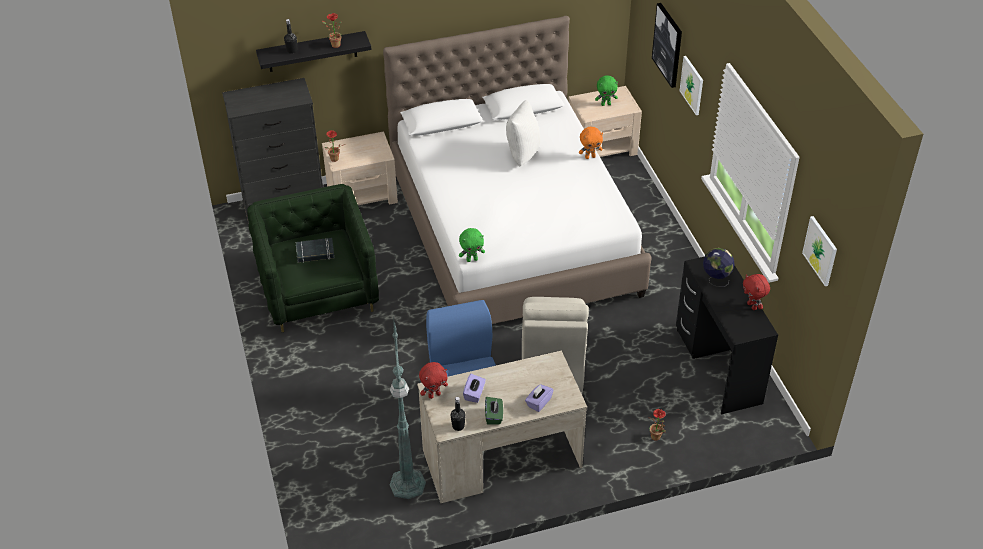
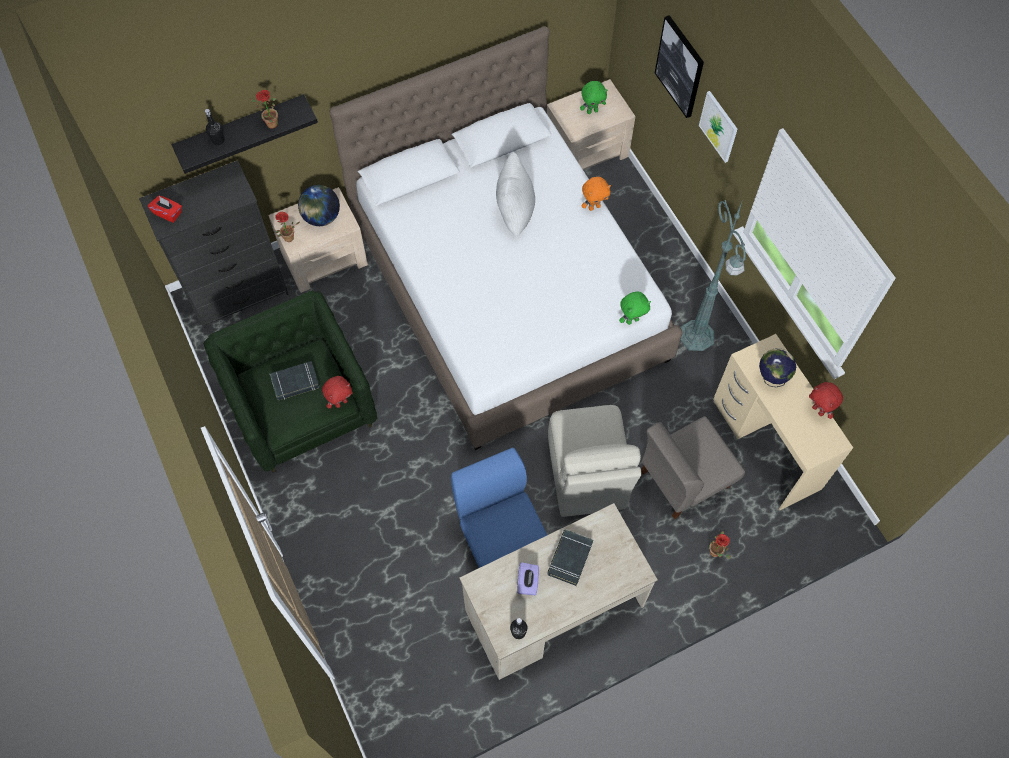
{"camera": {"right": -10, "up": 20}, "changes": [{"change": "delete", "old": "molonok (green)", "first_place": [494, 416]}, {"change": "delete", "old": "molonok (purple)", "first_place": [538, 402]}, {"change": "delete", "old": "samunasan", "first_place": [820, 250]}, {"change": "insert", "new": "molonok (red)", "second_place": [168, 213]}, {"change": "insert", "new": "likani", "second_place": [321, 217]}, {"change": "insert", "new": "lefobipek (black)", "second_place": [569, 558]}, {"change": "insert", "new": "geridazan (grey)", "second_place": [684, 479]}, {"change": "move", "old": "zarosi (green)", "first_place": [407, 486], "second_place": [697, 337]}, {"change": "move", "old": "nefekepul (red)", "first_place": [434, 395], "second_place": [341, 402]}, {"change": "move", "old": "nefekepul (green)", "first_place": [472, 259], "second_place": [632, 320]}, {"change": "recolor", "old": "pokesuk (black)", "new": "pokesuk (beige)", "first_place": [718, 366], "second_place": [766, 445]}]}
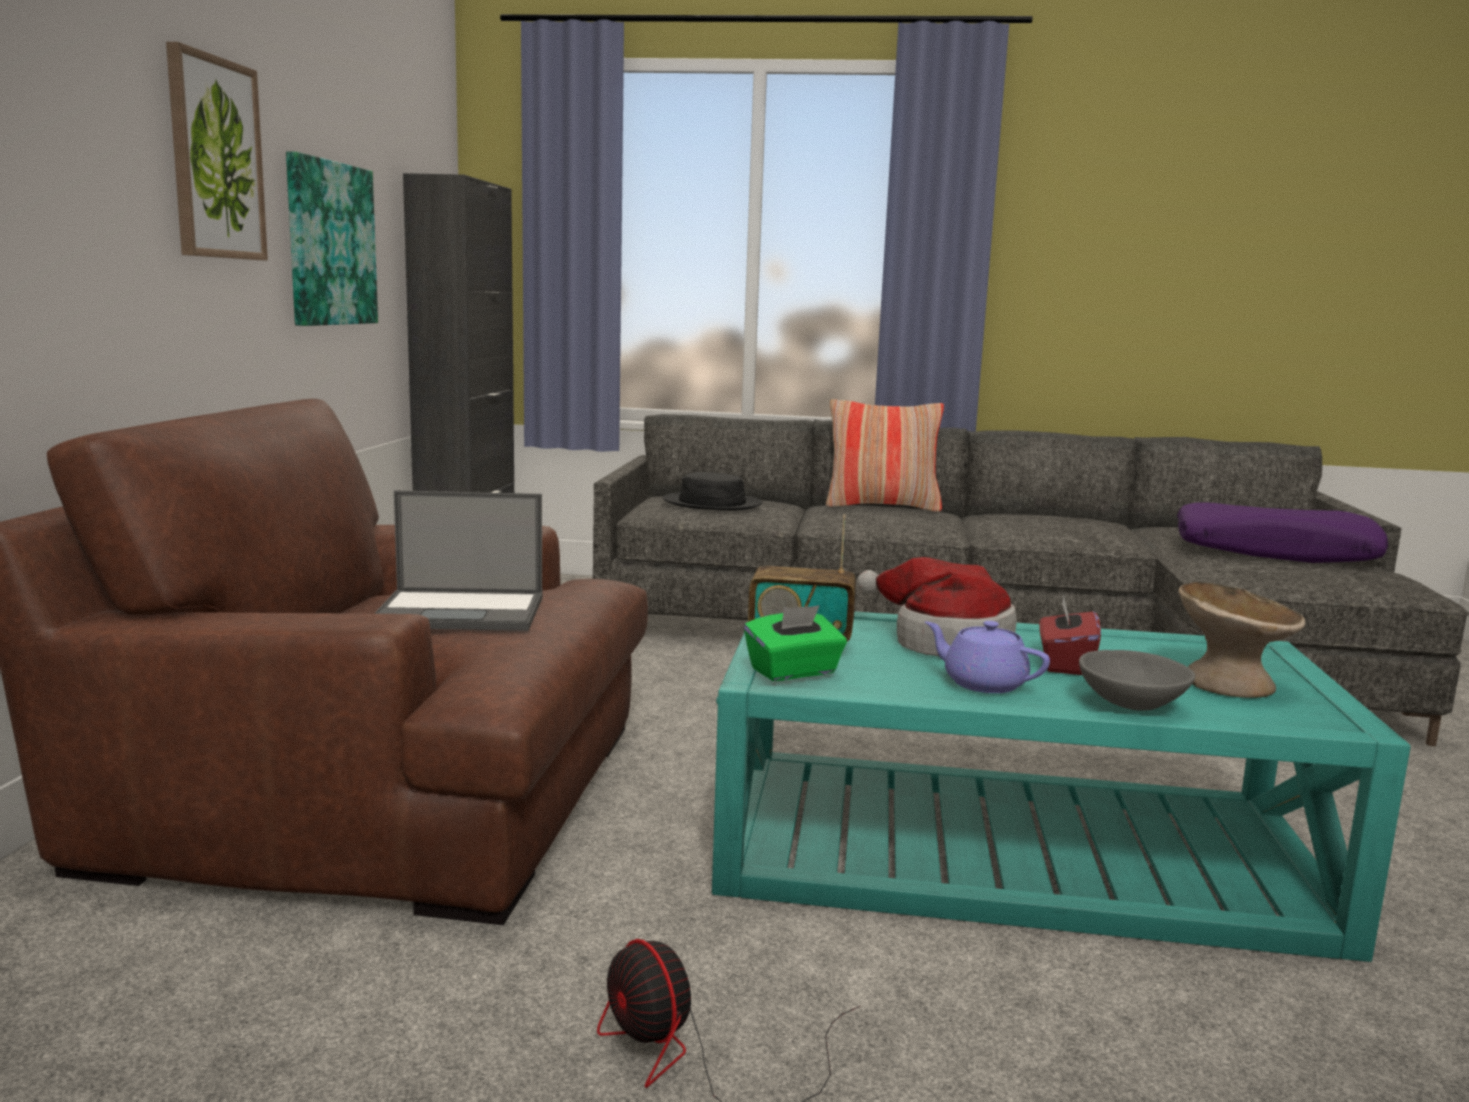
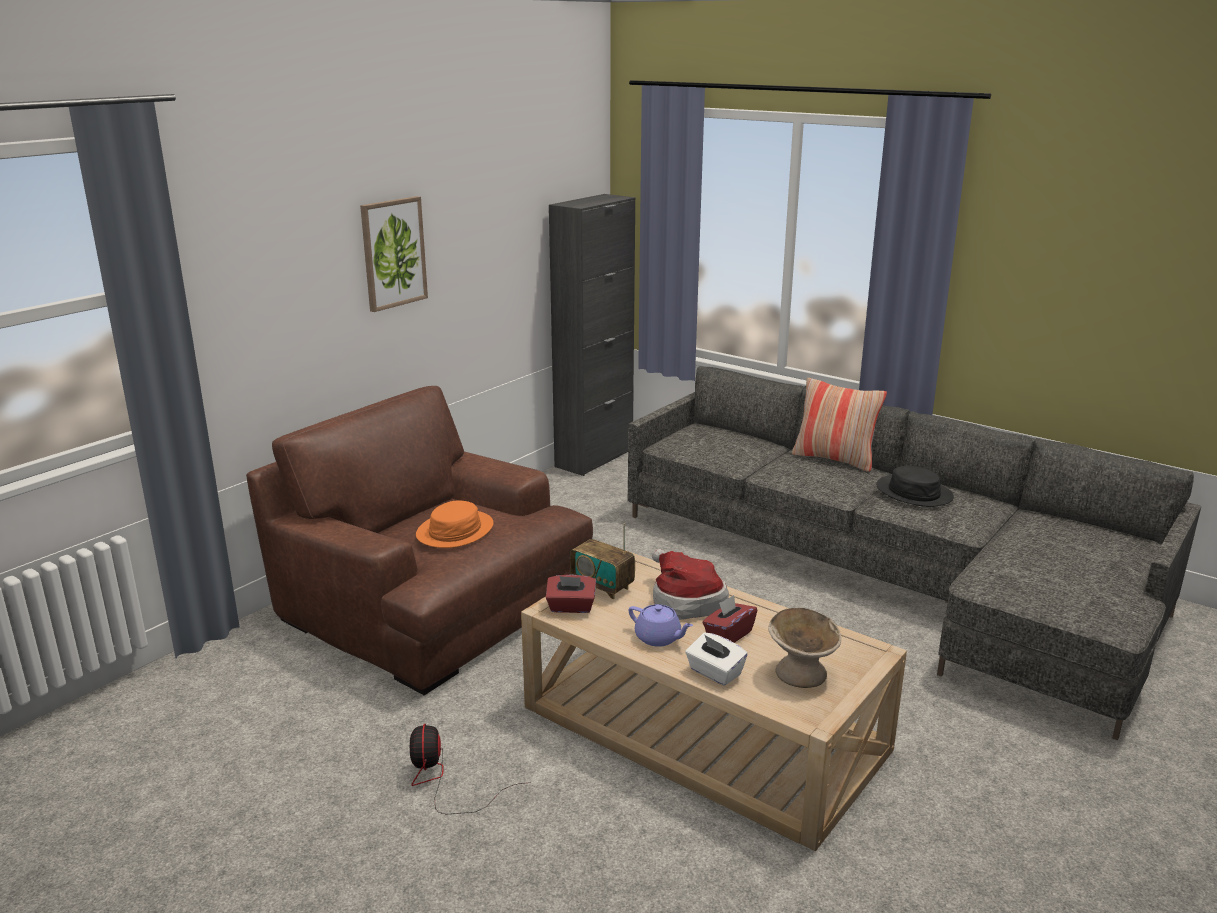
{"camera": {"right": 30, "up": 10}, "changes": [{"change": "delete", "old": "samunasan", "first_place": [329, 244]}, {"change": "delete", "old": "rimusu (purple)", "first_place": [1274, 552]}, {"change": "move", "old": "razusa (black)", "first_place": [712, 503], "second_place": [914, 492]}, {"change": "replace", "old": "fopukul", "new": "razusa (orange)", "first_place": [462, 612], "second_place": [455, 531]}, {"change": "replace", "old": "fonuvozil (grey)", "new": "molonok (white)", "first_place": [1132, 703], "second_place": [714, 673]}, {"change": "recolor", "old": "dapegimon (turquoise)", "new": "dapegimon (beige)", "first_place": [1012, 849], "second_place": [704, 727]}, {"change": "recolor", "old": "molonok (green)", "new": "molonok (red)", "first_place": [794, 672], "second_place": [571, 607]}, {"change": "rotate", "old": "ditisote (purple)", "first_place": [982, 683], "second_place": [659, 638], "degrees": 150}]}
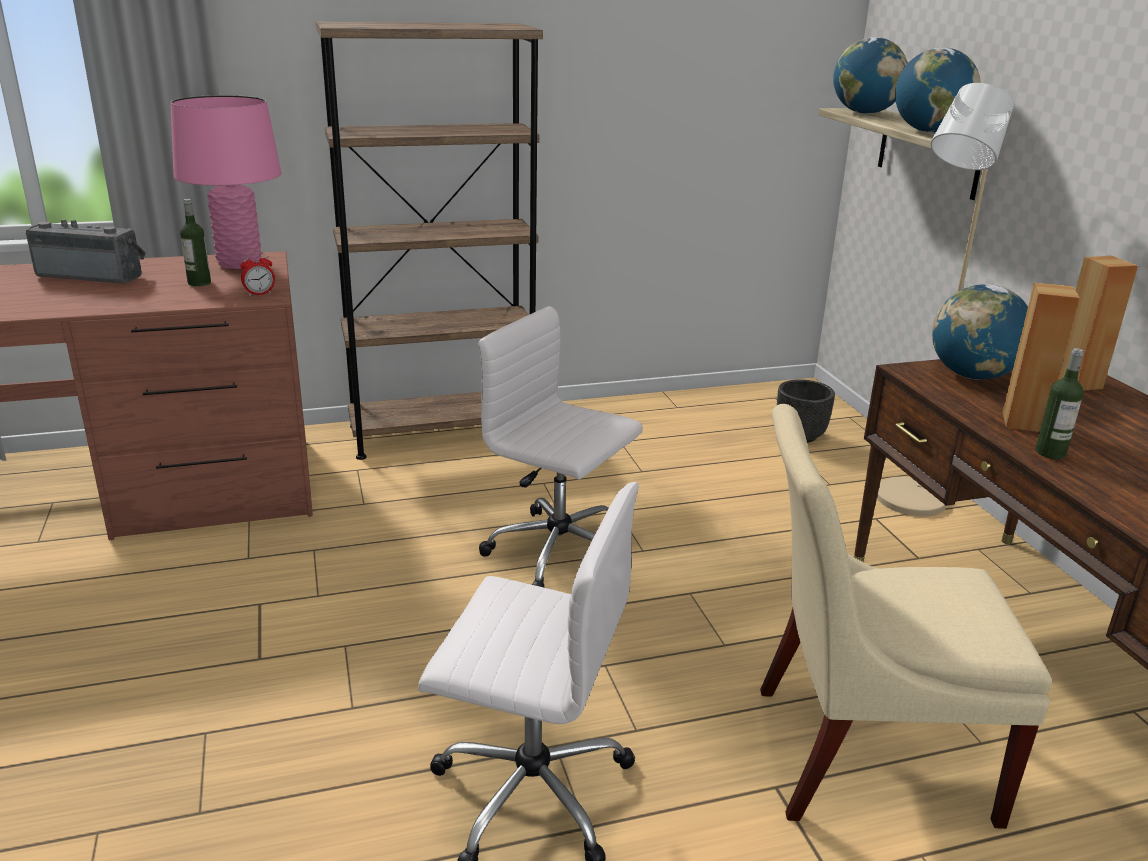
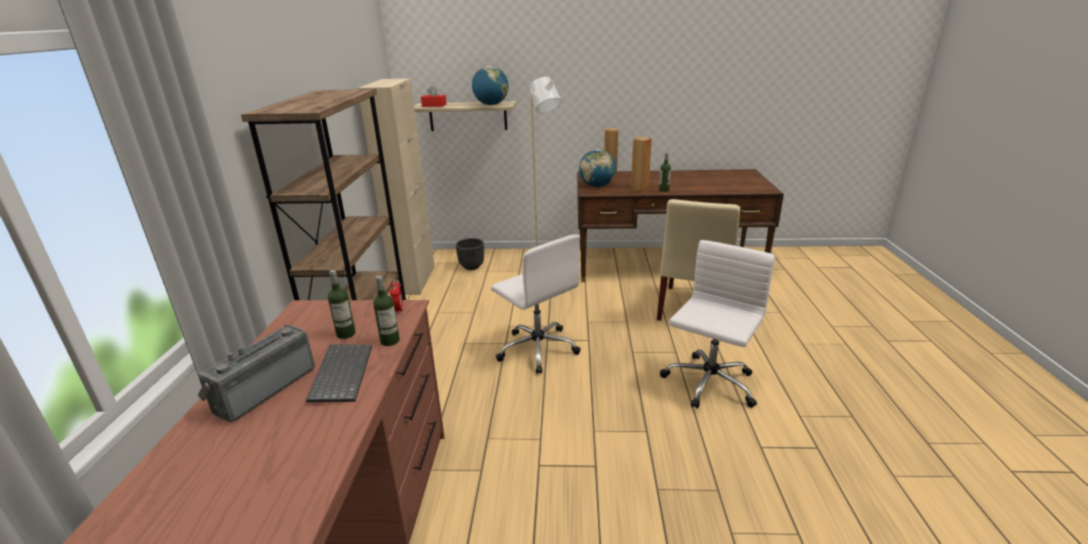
{"camera": {"right": -70, "up": 0}, "changes": [{"change": "delete", "old": "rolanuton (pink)", "first_place": [240, 263]}, {"change": "insert", "new": "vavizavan", "second_place": [340, 373]}, {"change": "insert", "new": "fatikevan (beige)", "second_place": [414, 280]}, {"change": "insert", "new": "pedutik", "second_place": [390, 341]}, {"change": "replace", "old": "likani", "new": "molonok (red)", "first_place": [864, 113], "second_place": [434, 105]}, {"change": "rotate", "old": "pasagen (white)", "first_place": [560, 552], "second_place": [537, 349], "degrees": -90}]}
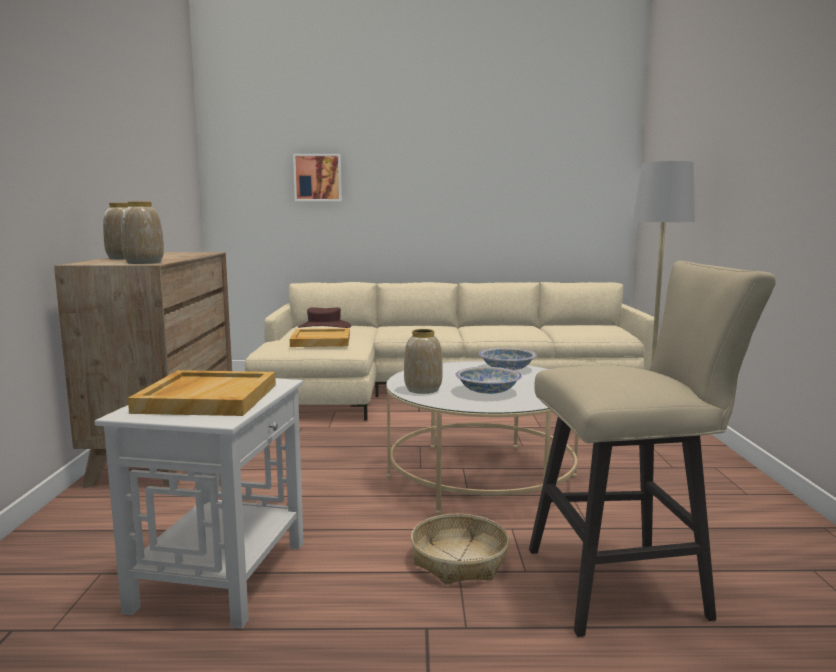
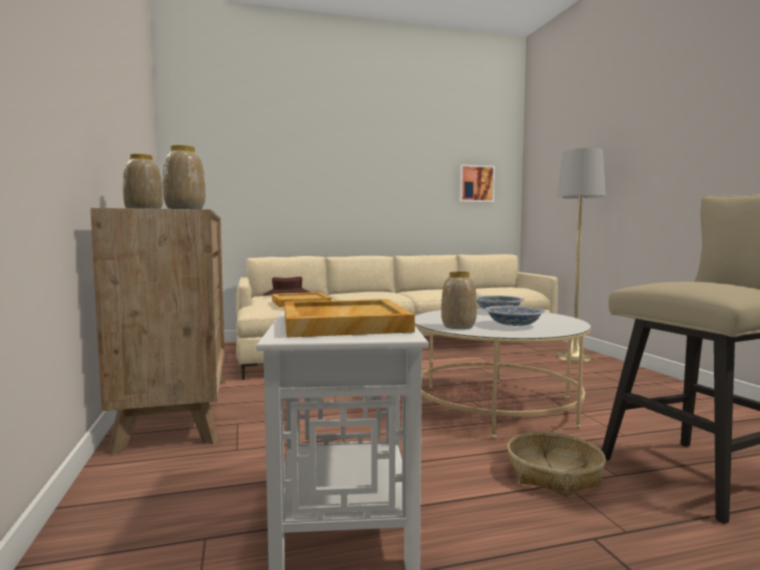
{"camera": {"right": -15, "up": -5}, "changes": [{"change": "move", "old": "samunasan", "first_place": [318, 177], "second_place": [475, 184]}]}
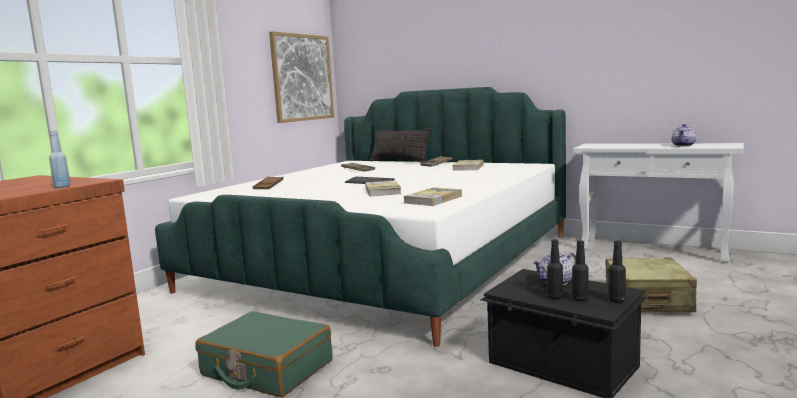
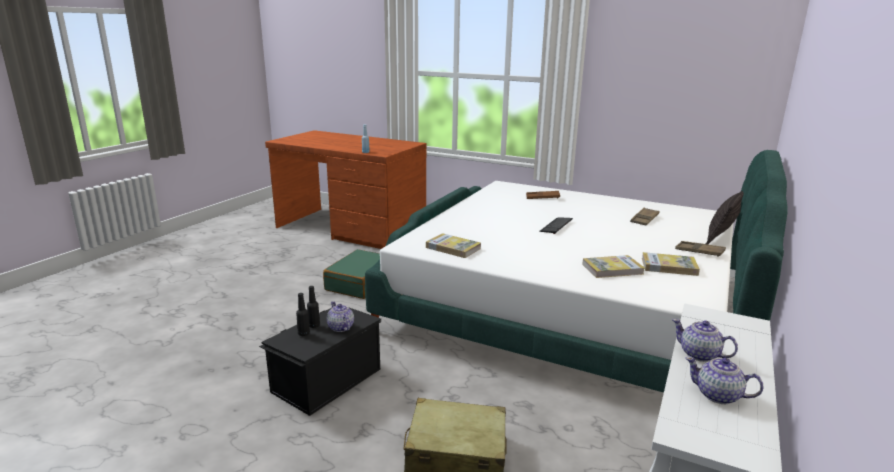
{"camera": {"right": 85, "up": 10}, "changes": [{"change": "delete", "old": "samunasan", "first_place": [302, 77]}, {"change": "delete", "old": "pedutik (black)", "first_place": [616, 300]}, {"change": "insert", "new": "ditisote", "second_place": [700, 355]}, {"change": "move", "old": "lefobipek", "first_place": [382, 191], "second_place": [612, 269]}]}
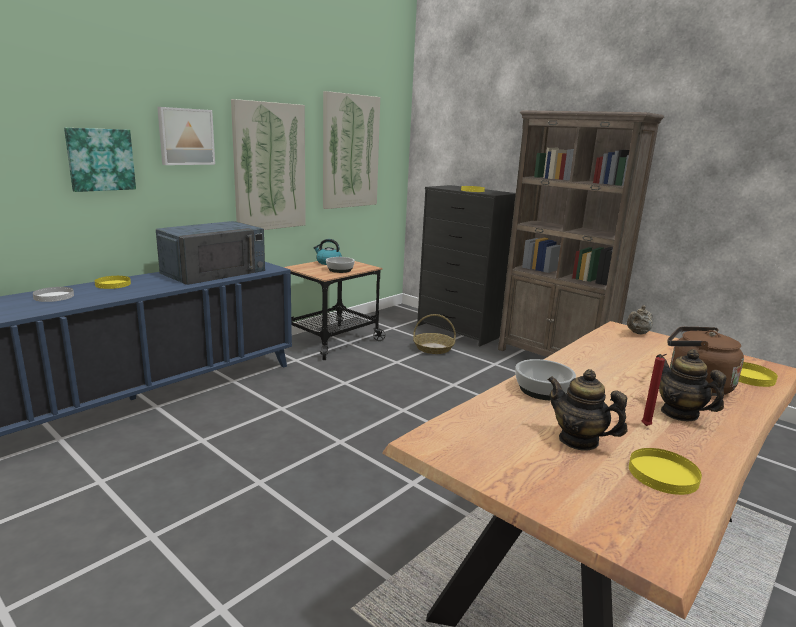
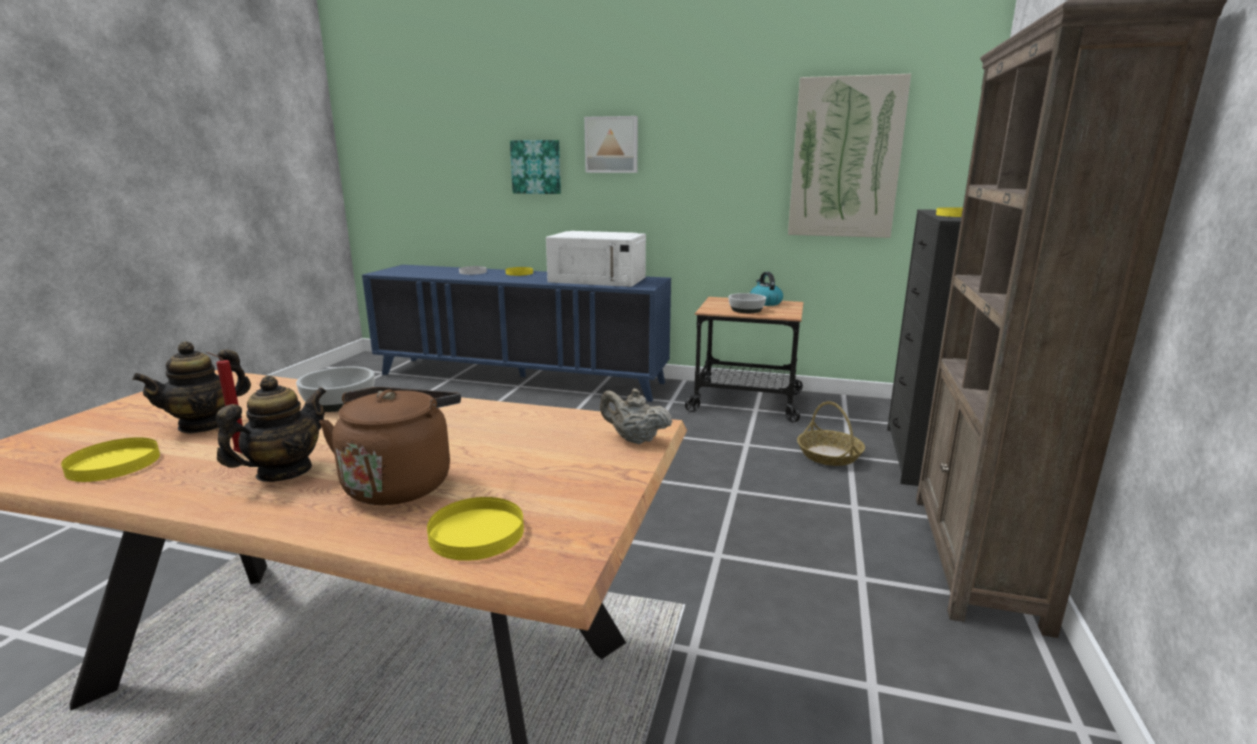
{"camera": {"right": 65, "up": 0}, "changes": [{"change": "delete", "old": "samunasan", "first_place": [269, 167]}, {"change": "recolor", "old": "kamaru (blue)", "new": "kamaru (white)", "first_place": [214, 271], "second_place": [598, 279]}, {"change": "rotate", "old": "ditisote", "first_place": [578, 440], "second_place": [204, 424], "degrees": -150}]}
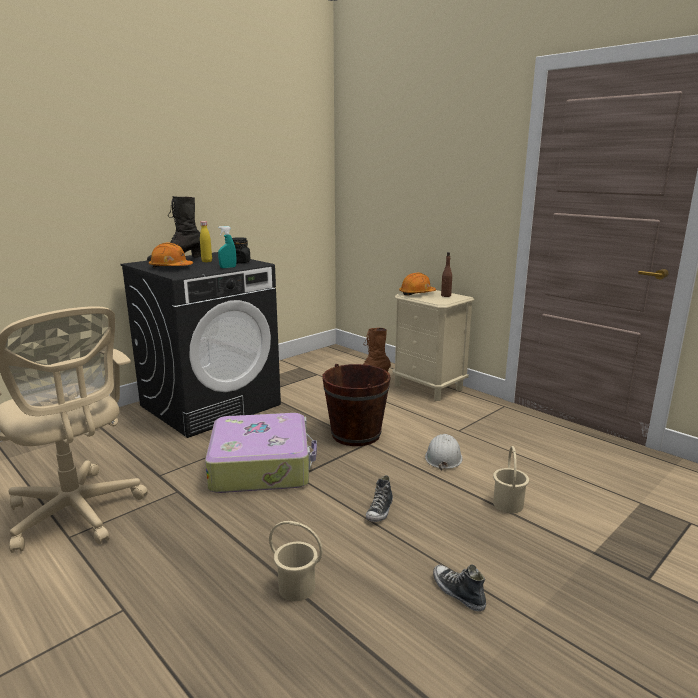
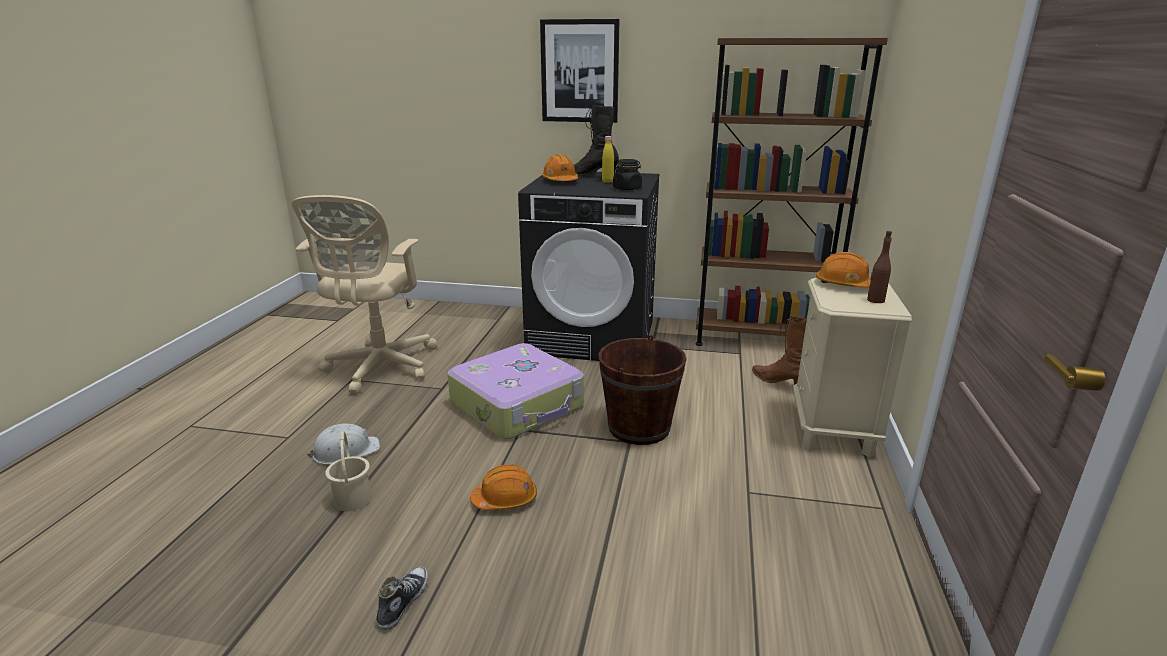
{"camera": {"right": 55, "up": 5}, "changes": [{"change": "delete", "old": "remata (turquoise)", "first_place": [228, 267]}, {"change": "delete", "old": "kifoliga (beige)", "first_place": [508, 504]}, {"change": "insert", "new": "samunasan", "second_place": [580, 71]}, {"change": "insert", "new": "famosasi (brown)", "second_place": [761, 338]}, {"change": "move", "old": "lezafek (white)", "first_place": [443, 457], "second_place": [345, 451]}, {"change": "replace", "old": "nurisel", "new": "lezafek (orange)", "first_place": [380, 511], "second_place": [505, 499]}]}
